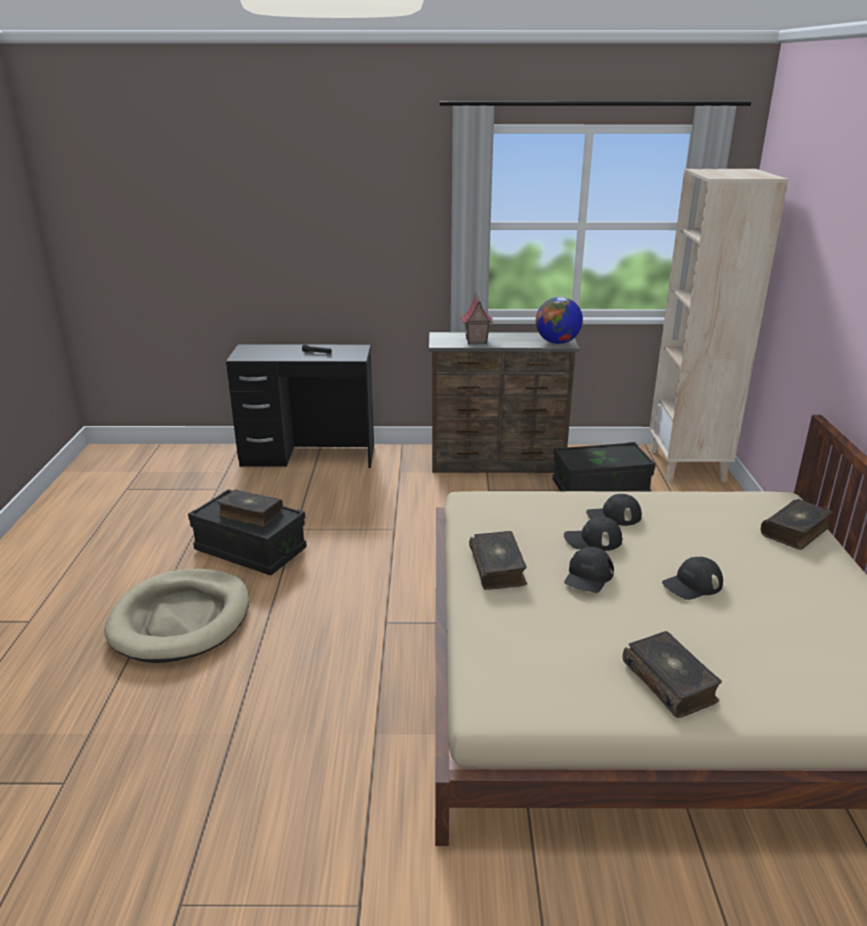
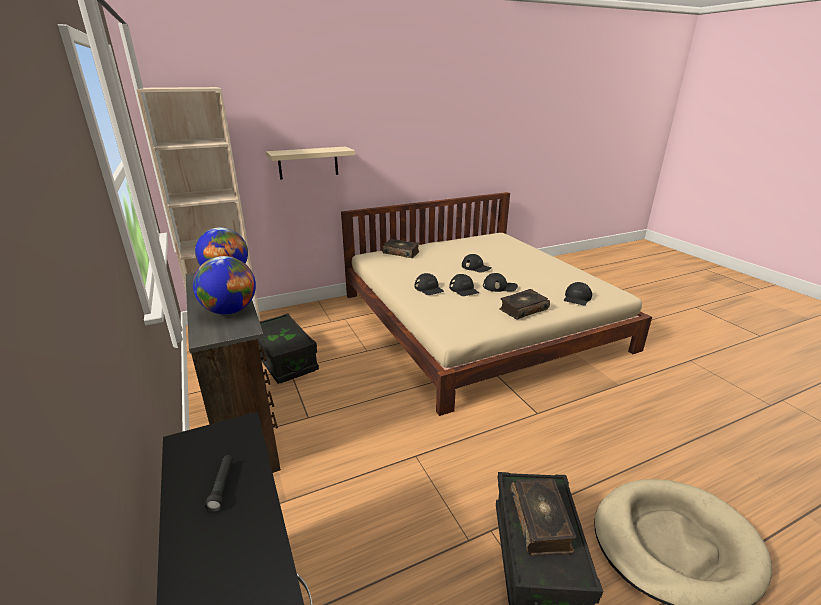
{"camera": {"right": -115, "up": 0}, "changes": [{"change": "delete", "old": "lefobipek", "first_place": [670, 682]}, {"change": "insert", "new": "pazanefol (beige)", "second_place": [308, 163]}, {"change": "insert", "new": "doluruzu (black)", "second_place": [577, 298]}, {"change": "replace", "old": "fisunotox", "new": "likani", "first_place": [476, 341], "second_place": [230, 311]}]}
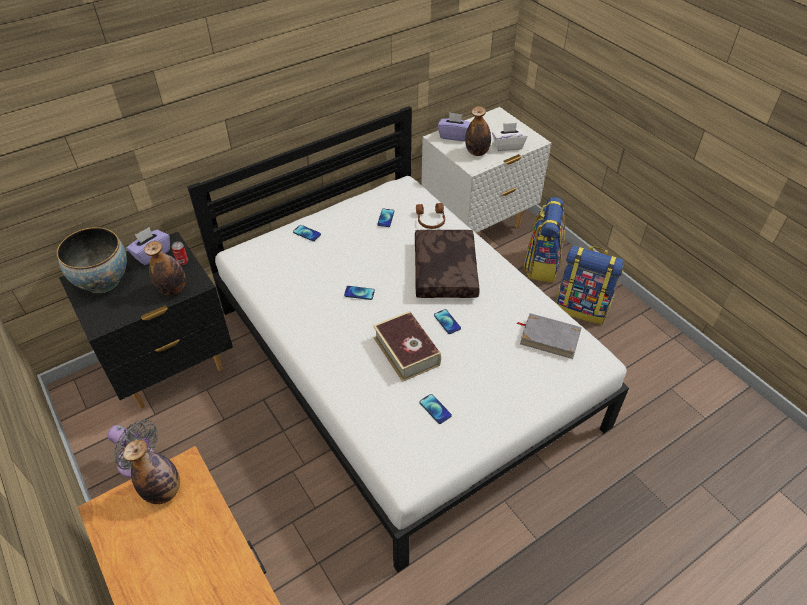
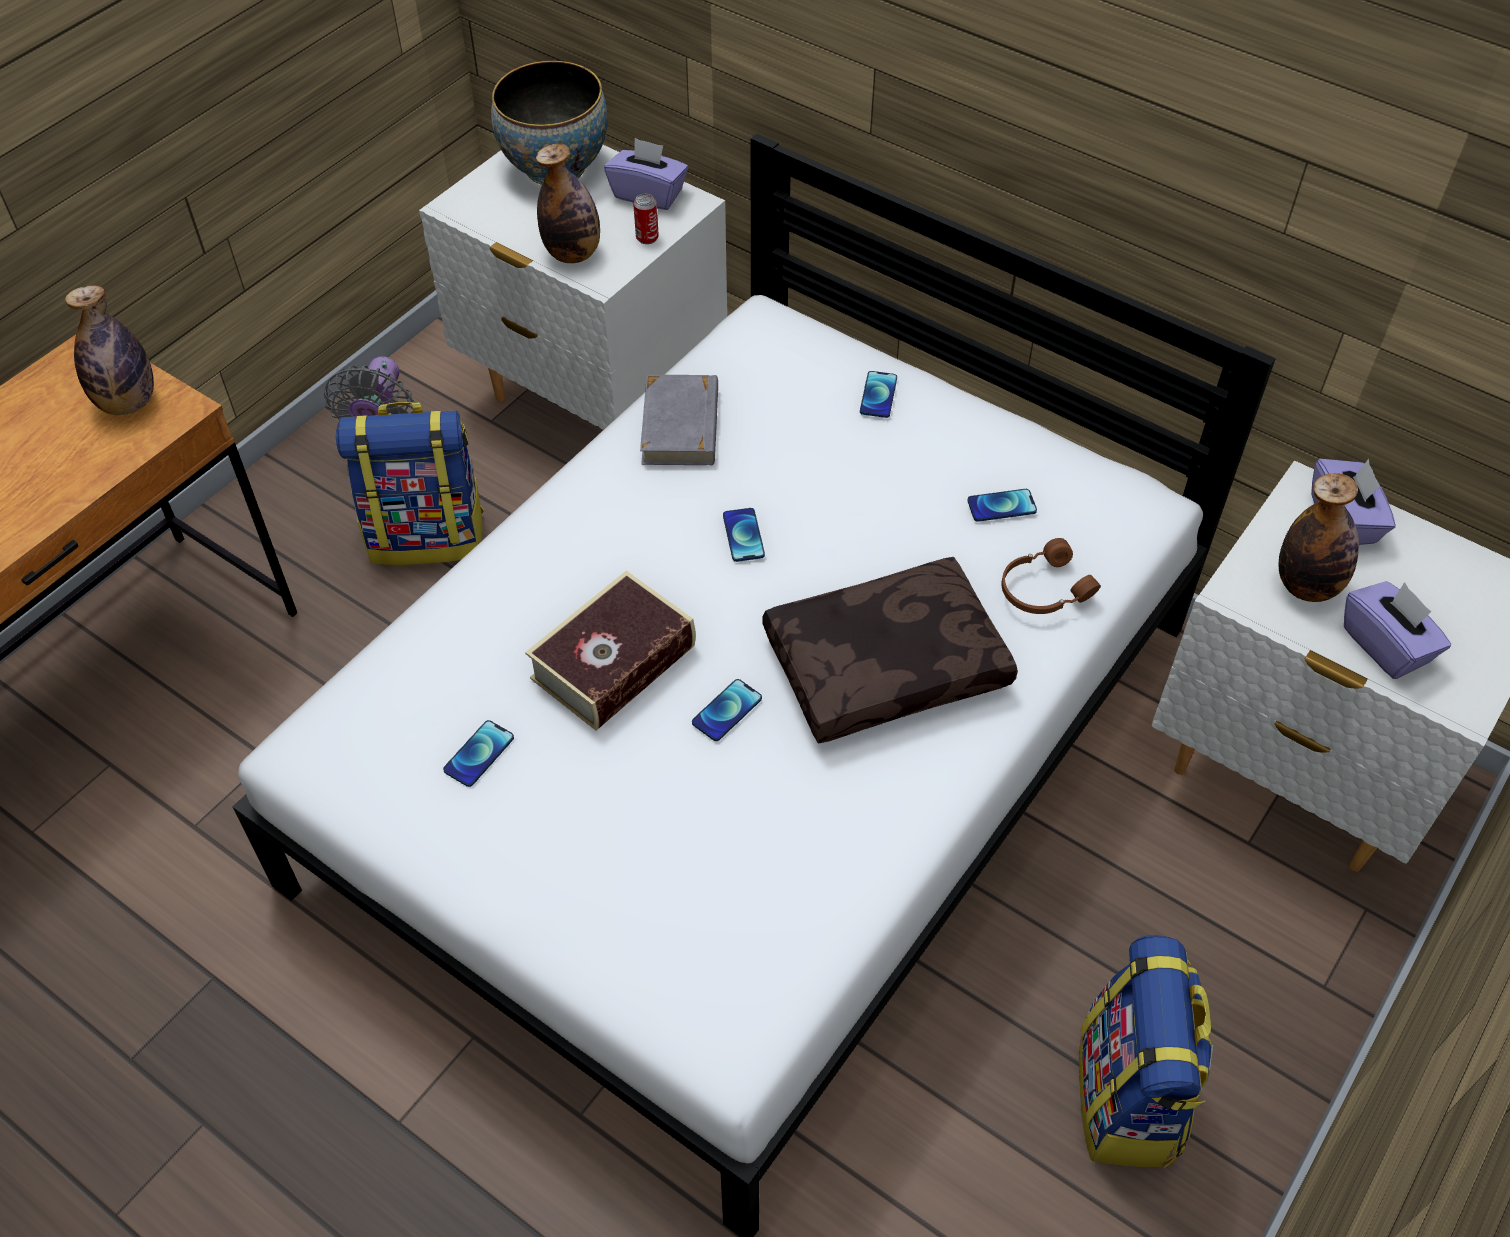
{"camera": {"right": 70, "up": 5}, "changes": [{"change": "move", "old": "lefobipek (grey)", "first_place": [549, 338], "second_place": [681, 426]}, {"change": "move", "old": "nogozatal", "first_place": [541, 264], "second_place": [428, 535]}, {"change": "recolor", "old": "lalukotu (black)", "new": "lalukotu (white)", "first_place": [171, 368], "second_place": [594, 400]}, {"change": "recolor", "old": "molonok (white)", "new": "molonok (purple)", "first_place": [507, 146], "second_place": [1386, 645]}]}
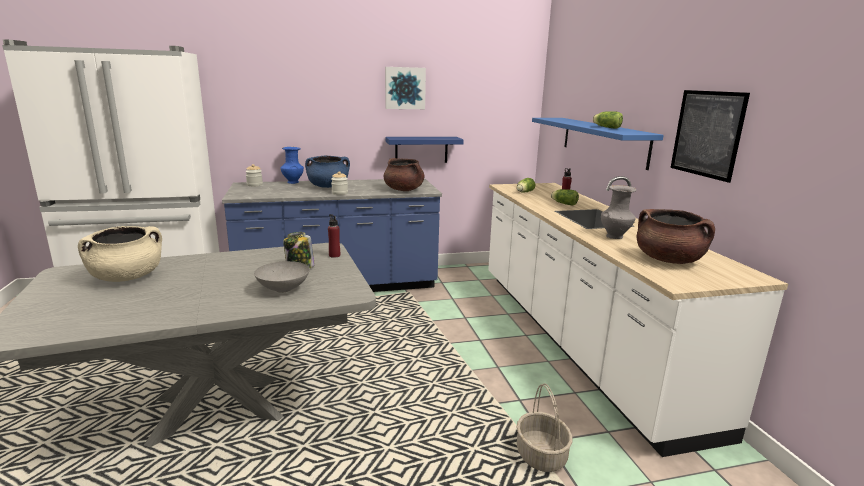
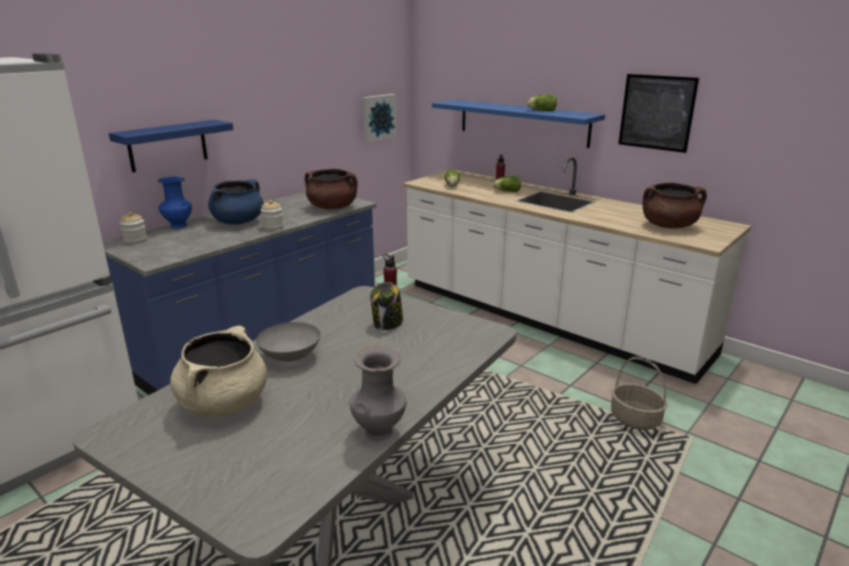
{"camera": {"right": -35, "up": 5}, "changes": [{"change": "move", "old": "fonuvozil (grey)", "first_place": [284, 289], "second_place": [291, 356]}, {"change": "move", "old": "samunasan", "first_place": [405, 88], "second_place": [378, 117]}, {"change": "move", "old": "pazanefol (blue)", "first_place": [421, 149], "second_place": [168, 145]}, {"change": "move", "old": "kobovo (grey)", "first_place": [615, 236], "second_place": [379, 431]}]}
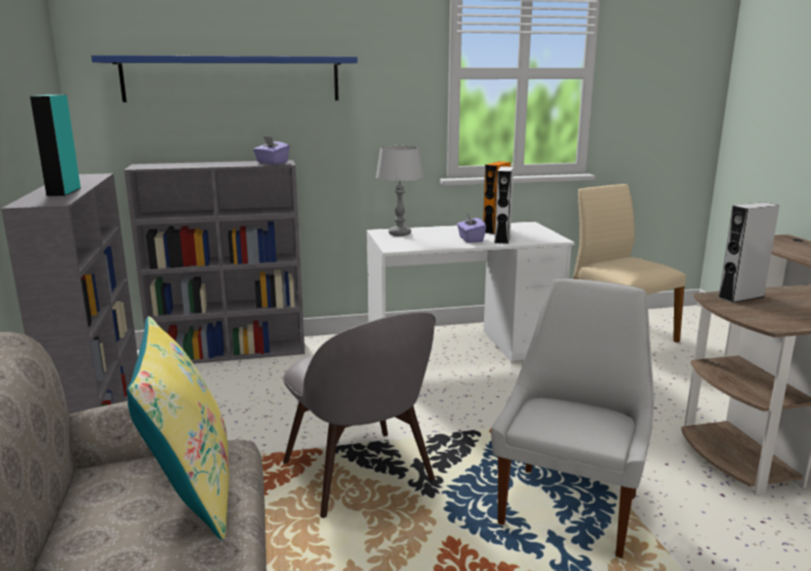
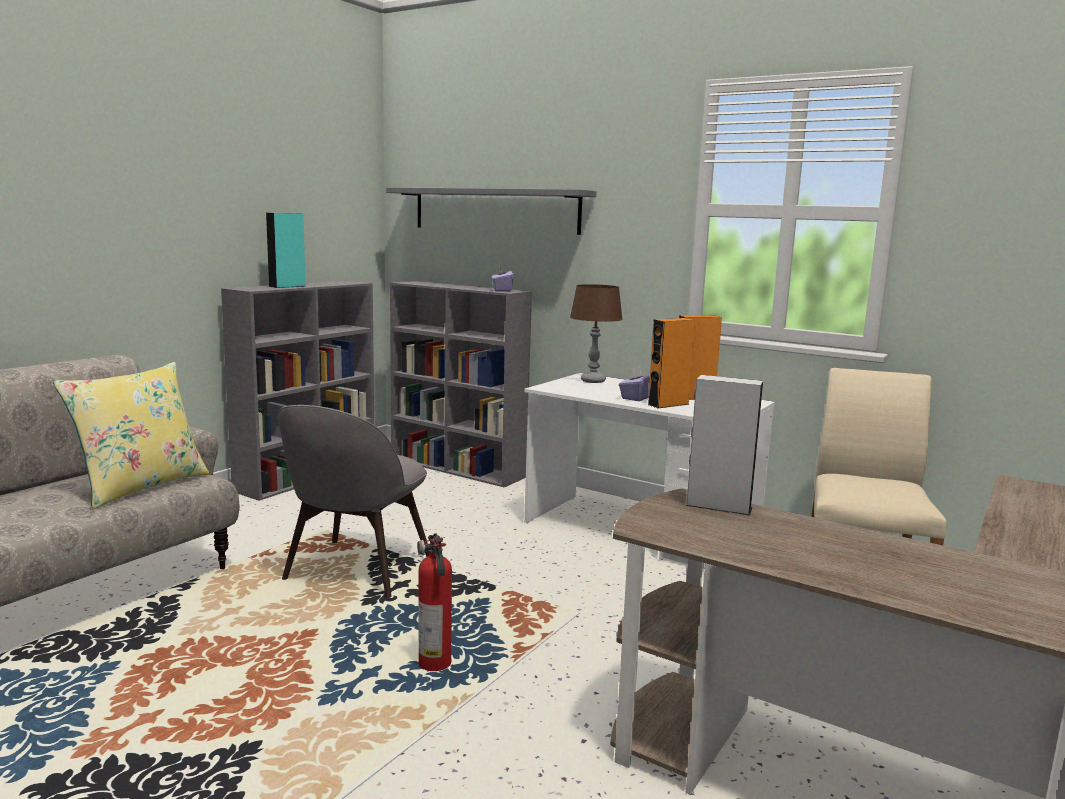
{"camera": {"right": 45, "up": -5}, "changes": [{"change": "replace", "old": "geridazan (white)", "new": "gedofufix", "first_place": [570, 506], "second_place": [435, 665]}, {"change": "recolor", "old": "pazanefol (blue)", "new": "pazanefol (grey)", "first_place": [232, 79], "second_place": [494, 210]}, {"change": "recolor", "old": "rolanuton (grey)", "new": "rolanuton (brown)", "first_place": [399, 233], "second_place": [593, 380]}, {"change": "recolor", "old": "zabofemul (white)", "new": "zabofemul (orange)", "first_place": [502, 239], "second_place": [668, 404]}]}
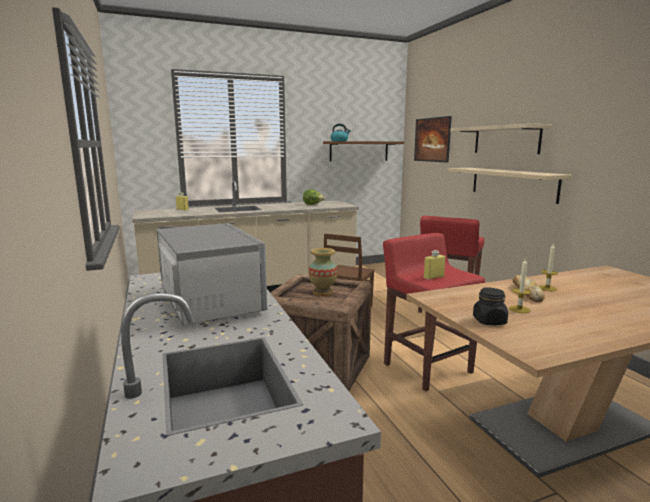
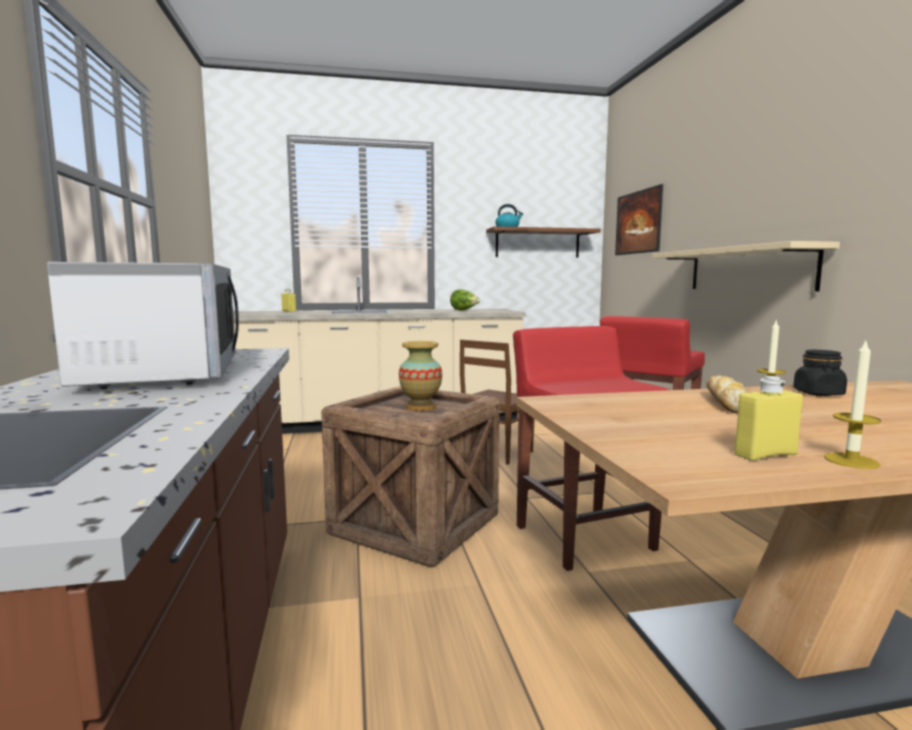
{"camera": {"right": 10, "up": -5}, "changes": [{"change": "delete", "old": "pazanefol (beige)", "first_place": [506, 140]}, {"change": "move", "old": "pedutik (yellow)", "first_place": [433, 277], "second_place": [765, 455]}, {"change": "move", "old": "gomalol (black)", "first_place": [489, 321], "second_place": [818, 393]}, {"change": "move", "old": "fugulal", "first_place": [519, 309], "second_place": [851, 461]}]}
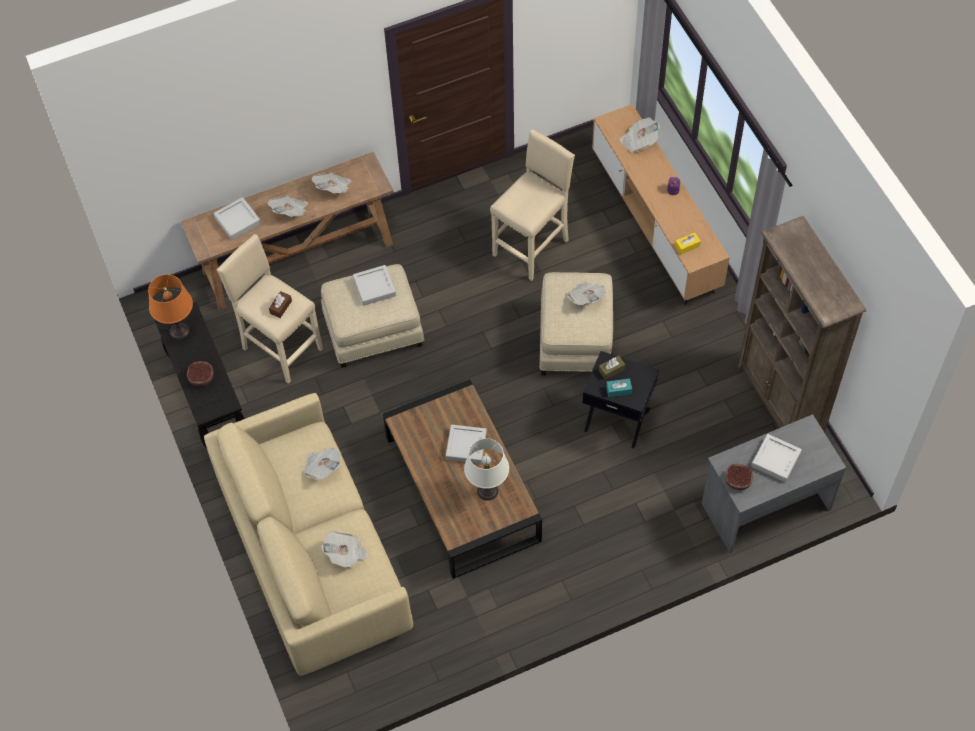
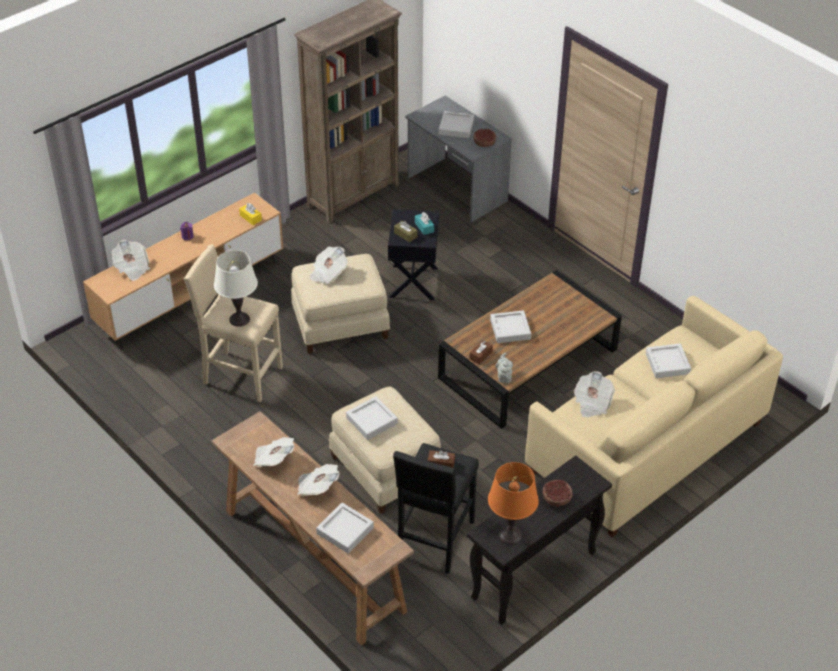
{"camera": {"right": -110, "up": -15}, "changes": [{"change": "insert", "new": "molonok (brown)", "second_place": [480, 355]}, {"change": "insert", "new": "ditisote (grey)", "second_place": [504, 376]}, {"change": "move", "old": "rolanuton (white)", "first_place": [487, 491], "second_place": [239, 319]}, {"change": "replace", "old": "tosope", "new": "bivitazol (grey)", "first_place": [346, 554], "second_place": [667, 363]}, {"change": "recolor", "old": "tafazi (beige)", "new": "tafazi (black)", "first_place": [281, 347], "second_place": [434, 540]}]}
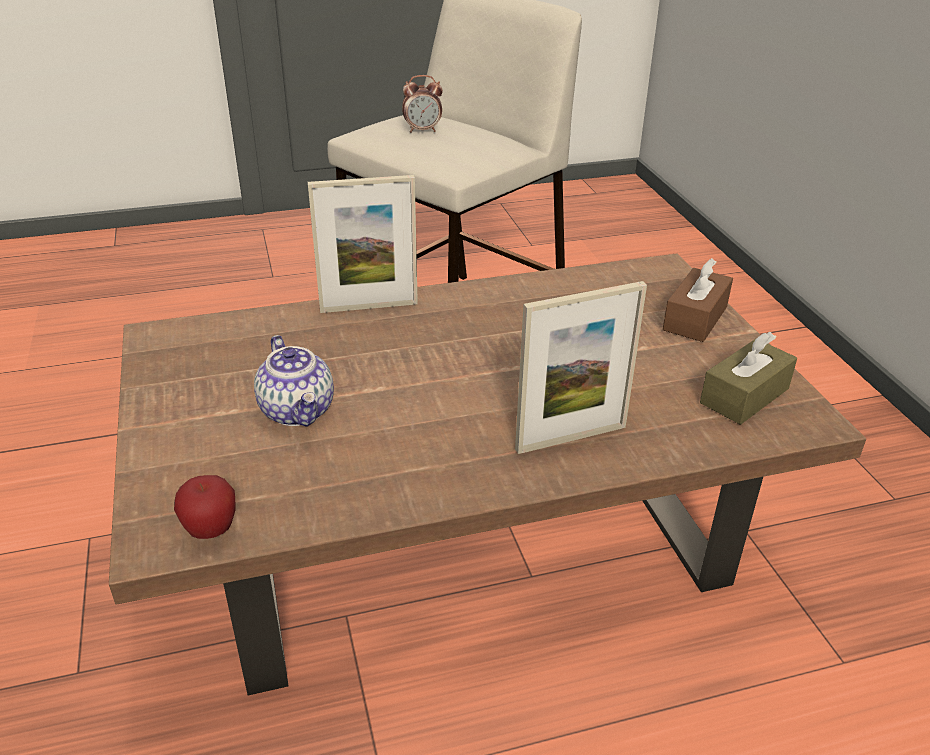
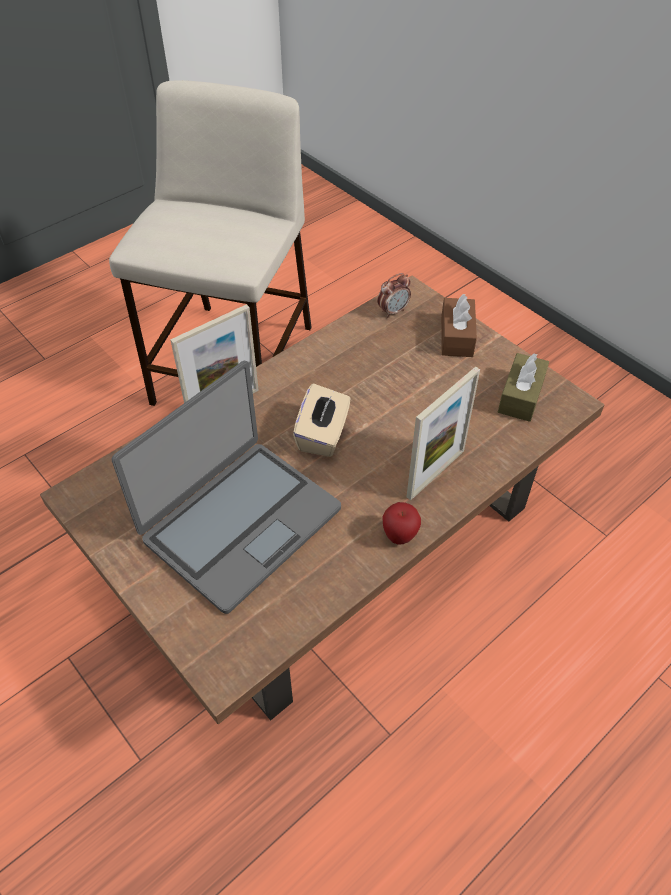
{"camera": {"right": -25, "up": 15}, "changes": [{"change": "insert", "new": "molonok (beige)", "second_place": [323, 435]}, {"change": "move", "old": "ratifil", "first_place": [211, 531], "second_place": [399, 536]}, {"change": "move", "old": "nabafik", "first_place": [422, 130], "second_place": [393, 311]}, {"change": "replace", "old": "ditisote", "new": "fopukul", "first_place": [298, 411], "second_place": [240, 523]}]}
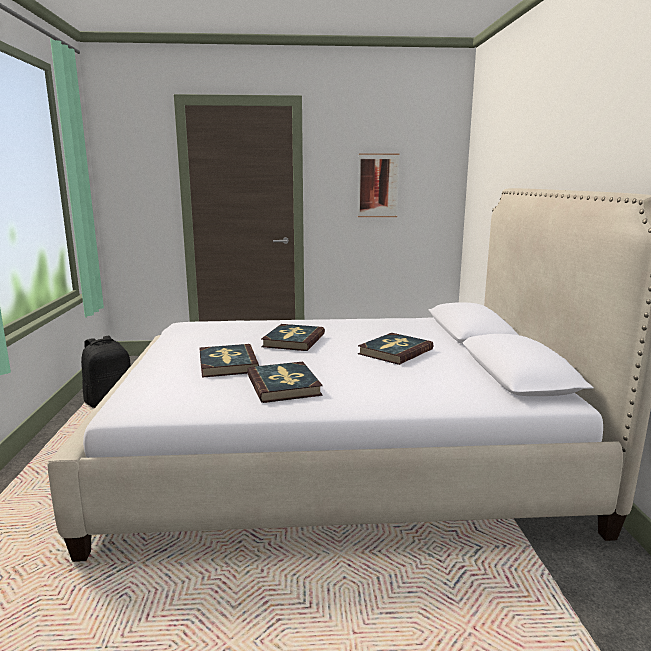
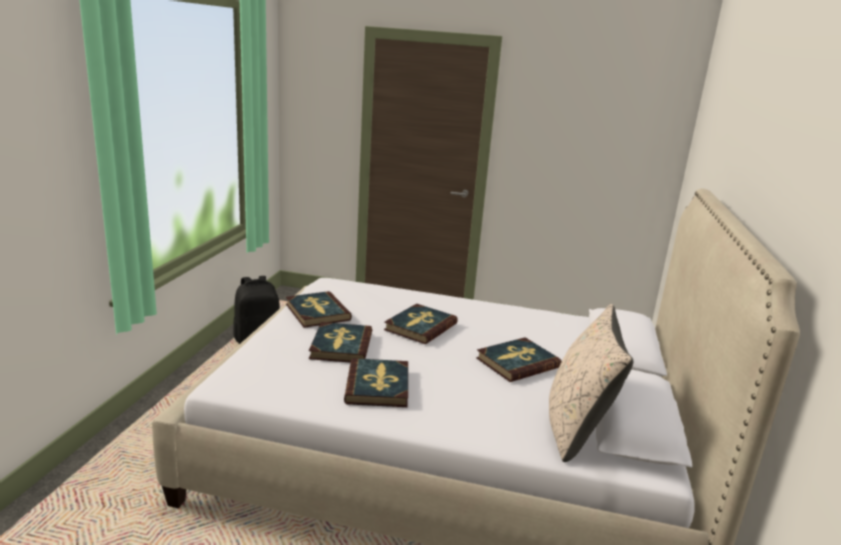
{"camera": {"right": 15, "up": 5}, "changes": [{"change": "delete", "old": "samunasan", "first_place": [378, 185]}, {"change": "insert", "new": "lefobipek", "second_place": [317, 312]}, {"change": "insert", "new": "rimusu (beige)", "second_place": [576, 428]}]}
